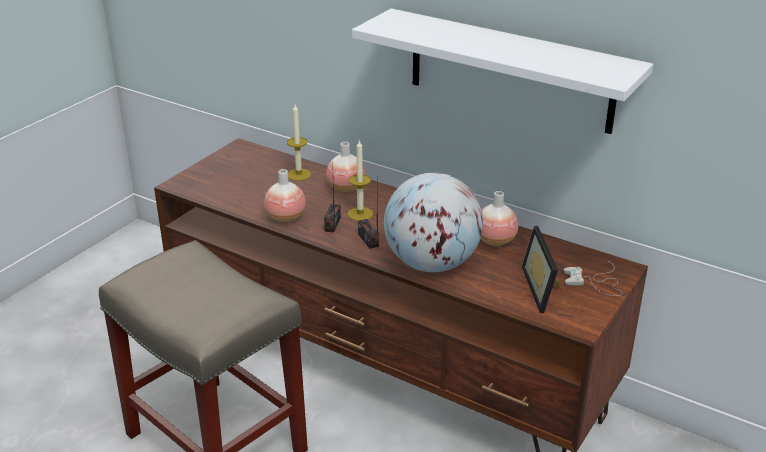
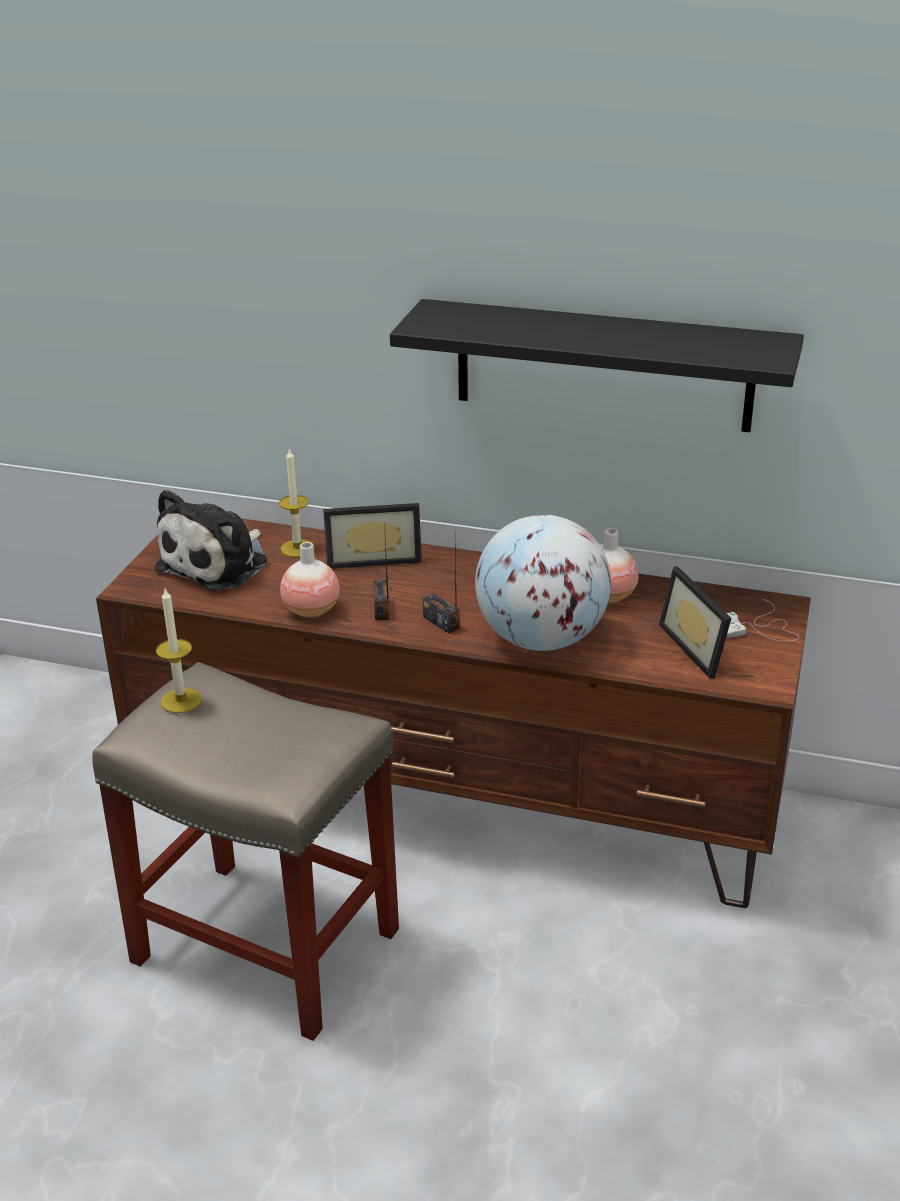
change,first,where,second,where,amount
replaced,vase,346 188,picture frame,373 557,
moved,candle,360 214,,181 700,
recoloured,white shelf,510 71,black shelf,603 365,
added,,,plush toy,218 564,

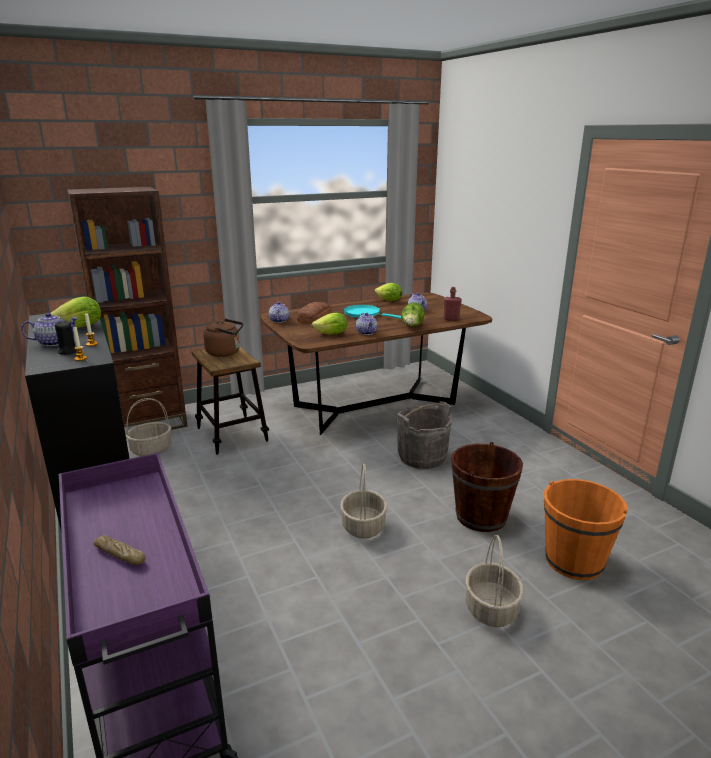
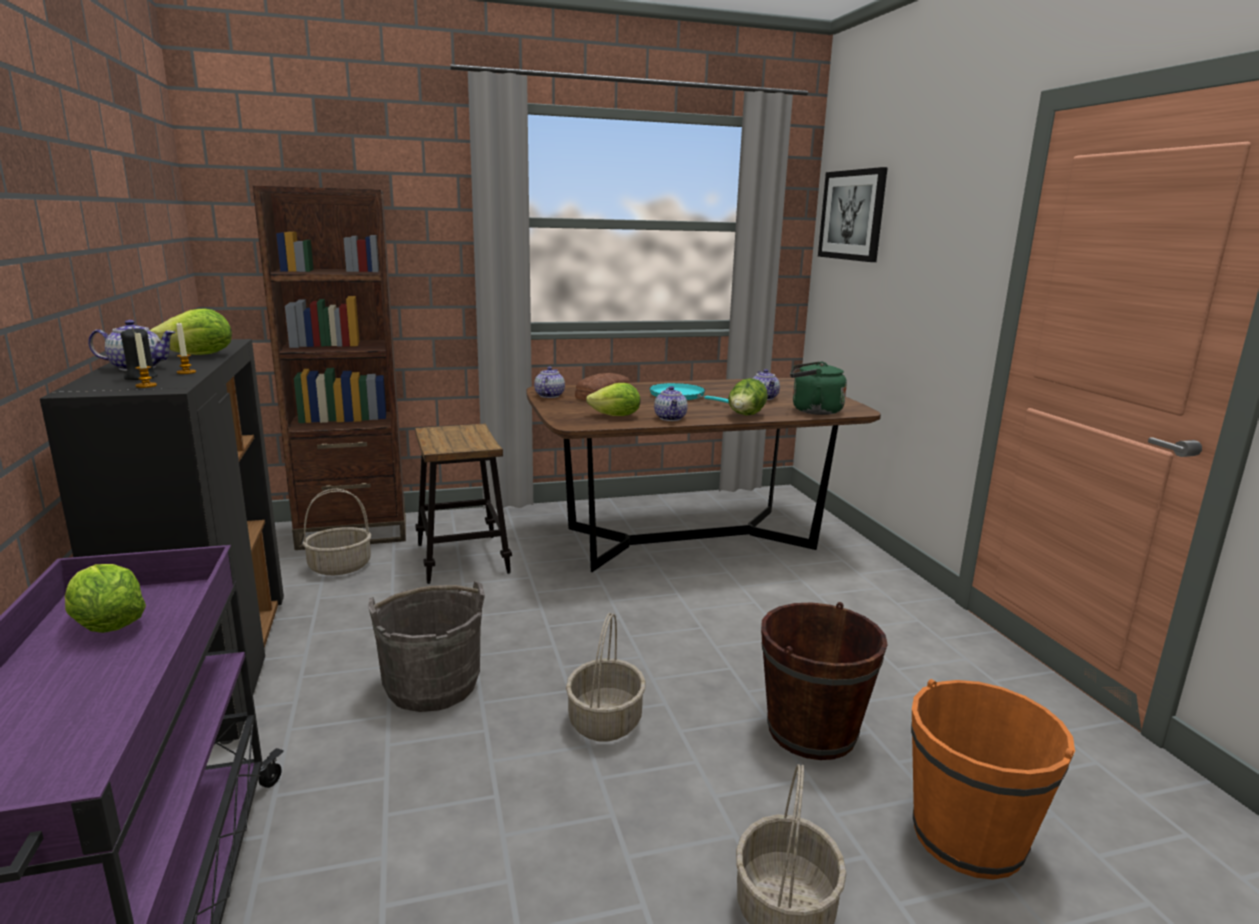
change,first,where,second,where,amount
removed,bread,120 555,,,
removed,brown kettle,225 353,,,
moved,lettuce,389 301,,107 626,
moved,grey bucket,422 457,,432 686,
replaced,red bottle,451 319,green kettle,813 411,
added,,,picture,852 215,

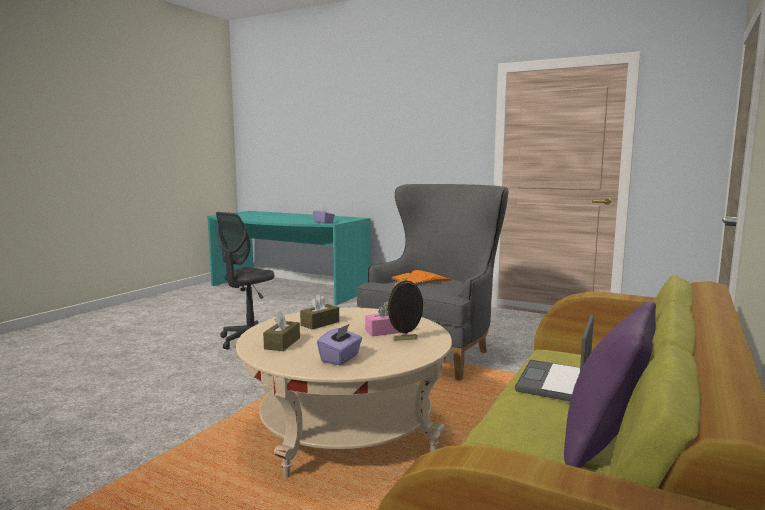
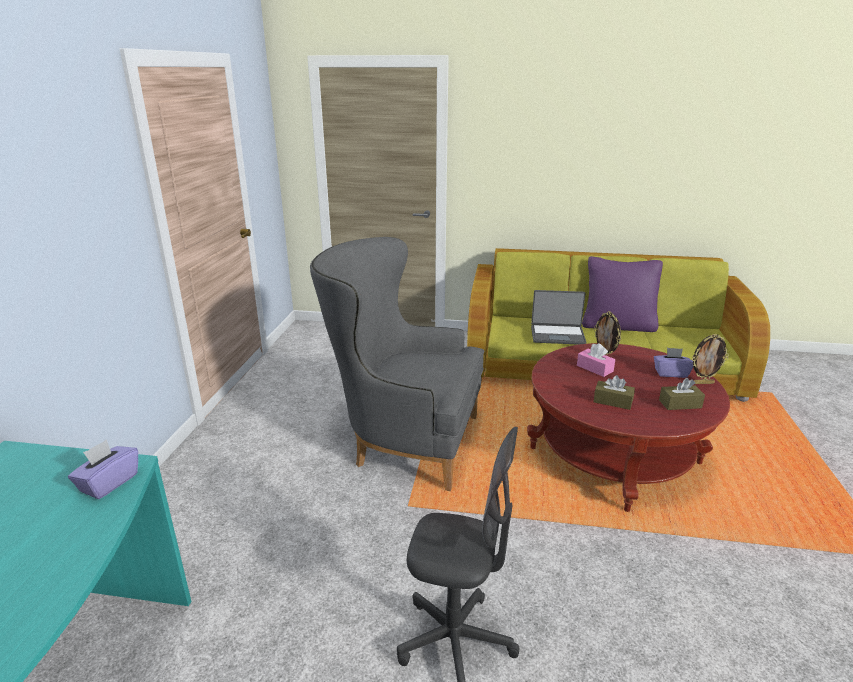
change,first,where,second,where,amount
recoloured,beige coffee table,346 429,red coffee table,614 455,
removed,orange book,420 279,,,
added,,,picture frame,703 383,

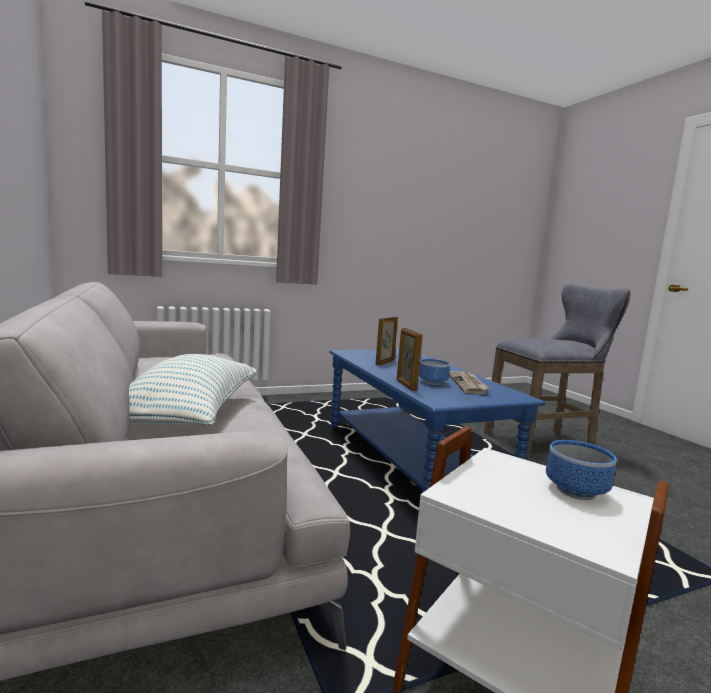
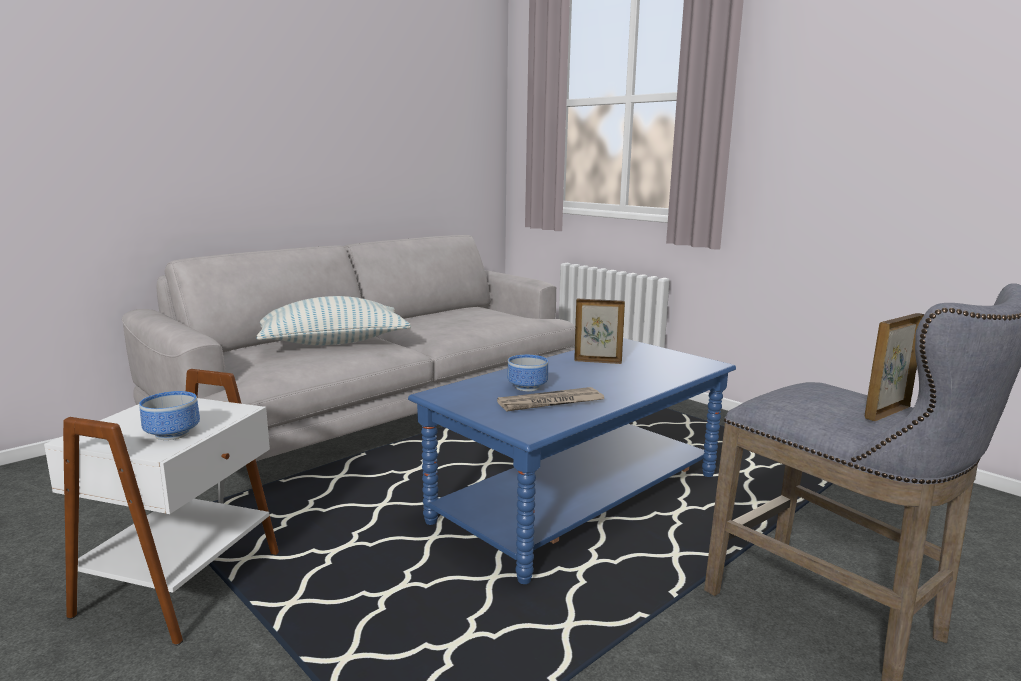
change,first,where,second,where,amount
moved,picture frame,406 385,,886 412,

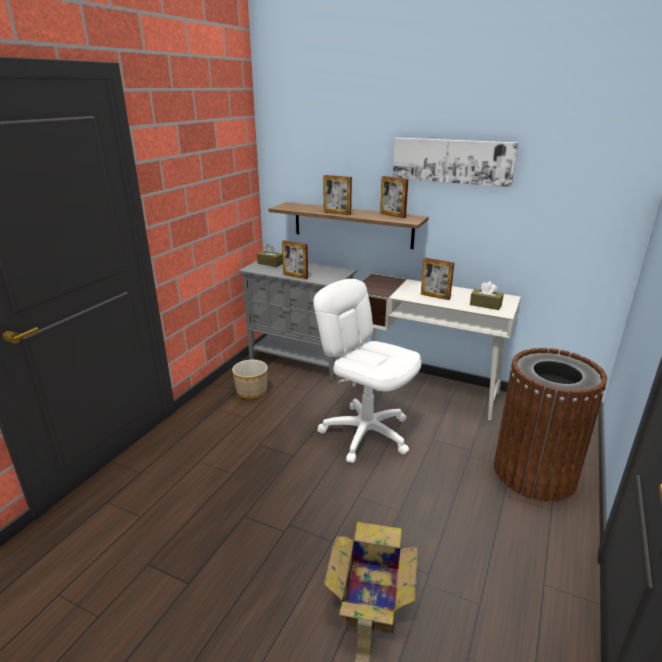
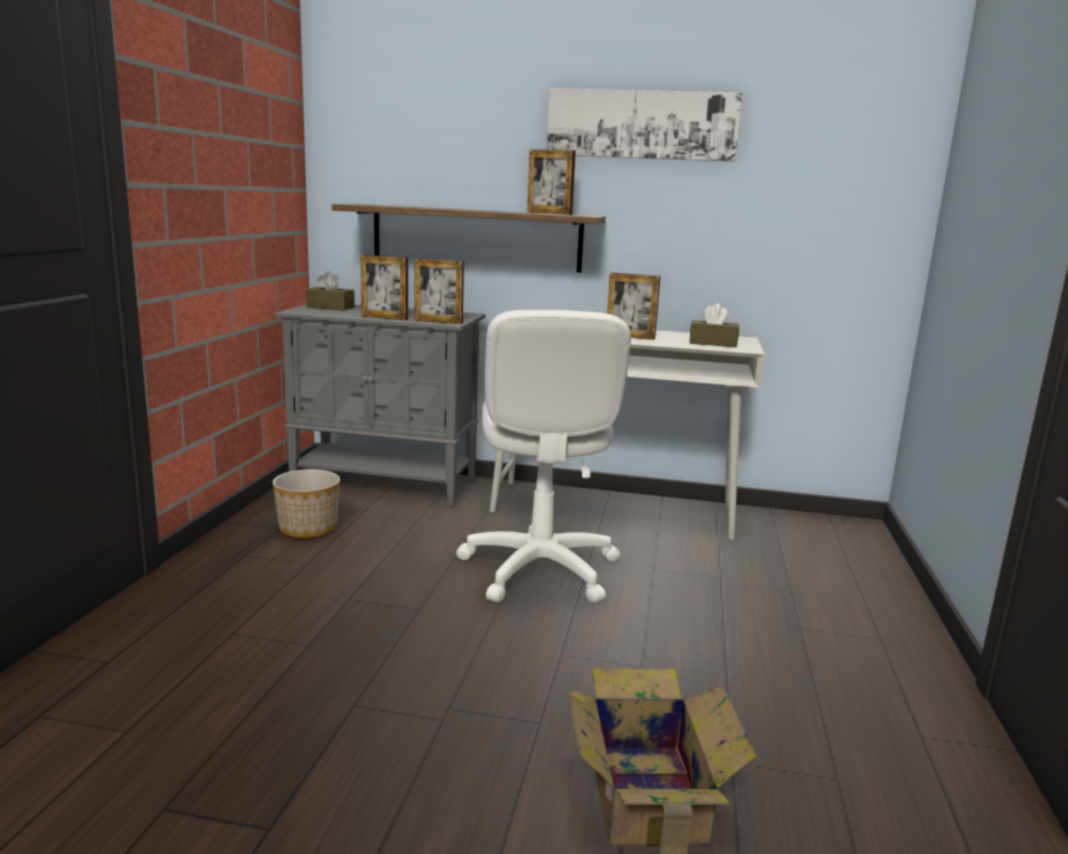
change,first,where,second,where,amount
turned,white office chair,366 433,,539 569,120 degrees counterclockwise
moved,picture frame,337 213,,438 321,
removed,brown trash can,534 472,,,

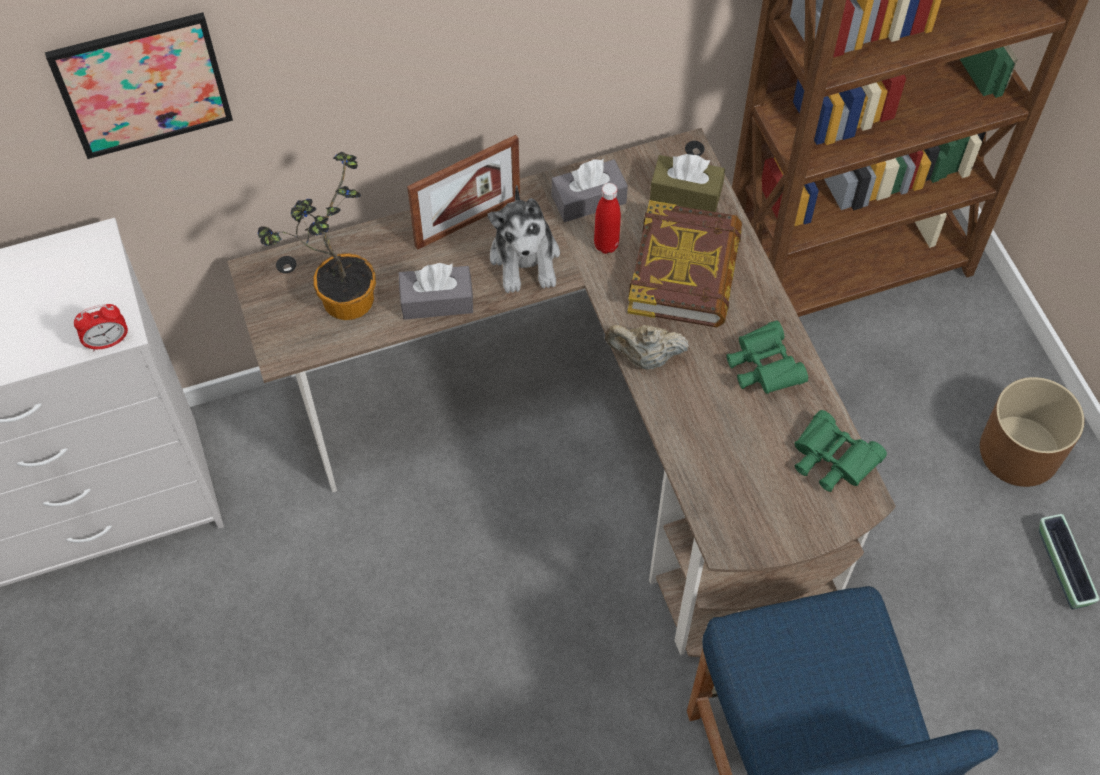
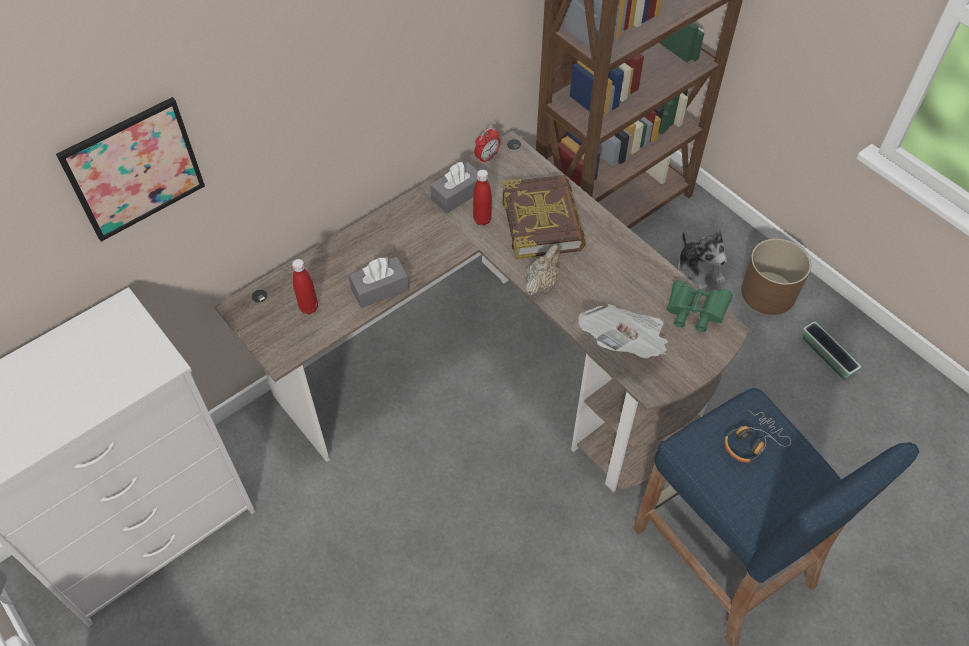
change,first,where,second,where,amount
moved,alarm clock,108 342,,487 158,
replaced,potted plant,339 299,red bottle,309 308,
removed,picture frame,468 222,,,
moved,plush toy,525 258,,699 271,
turned,beige teapot,645 357,,541 284,135 degrees clockwise
removed,brown tissue box,686 193,,,
removed,green binoculars,763 368,,,
added,,,newspaper,624 344,
added,,,headphones,752 442,

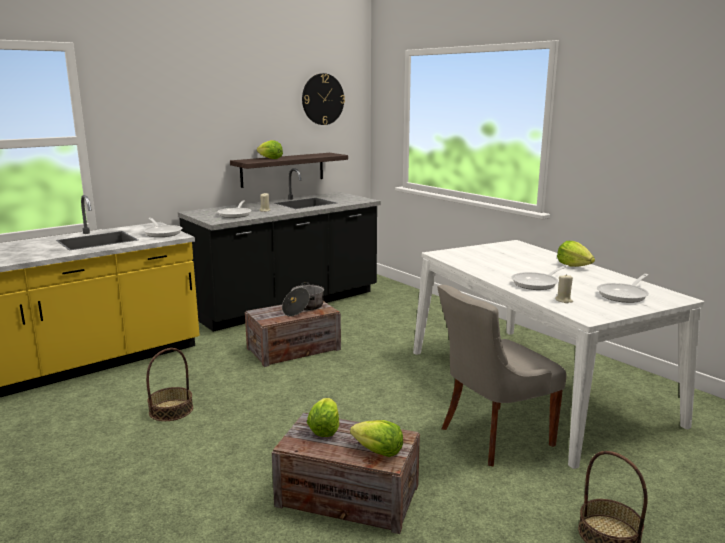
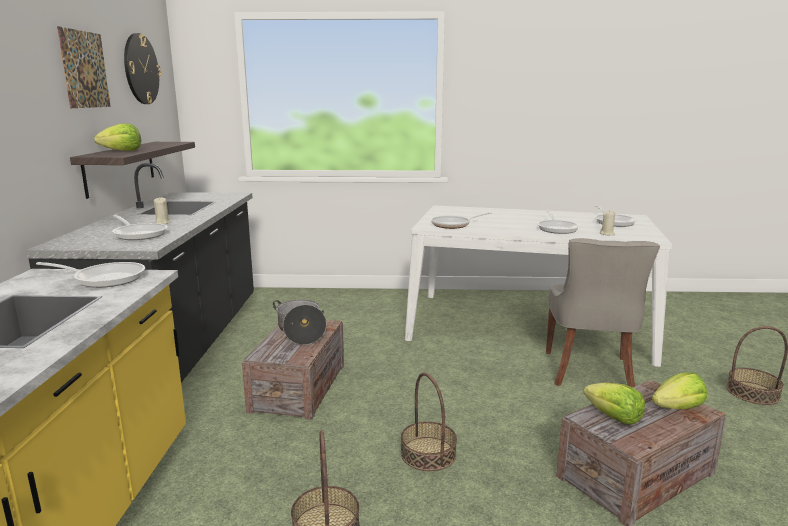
change,first,where,second,where,amount
removed,lettuce,573 265,,,
added,,,picture,85 69,
added,,,basket,428 453,
added,,,frying pan,454 225,

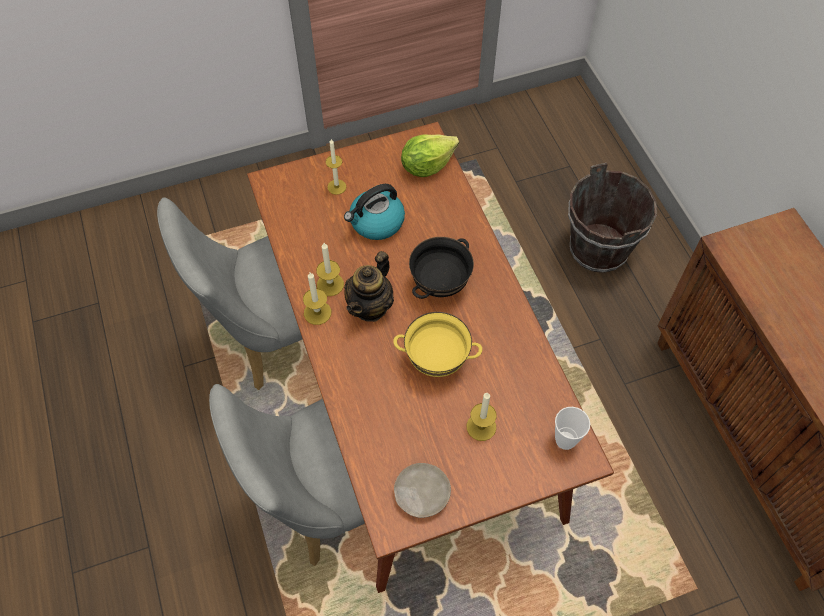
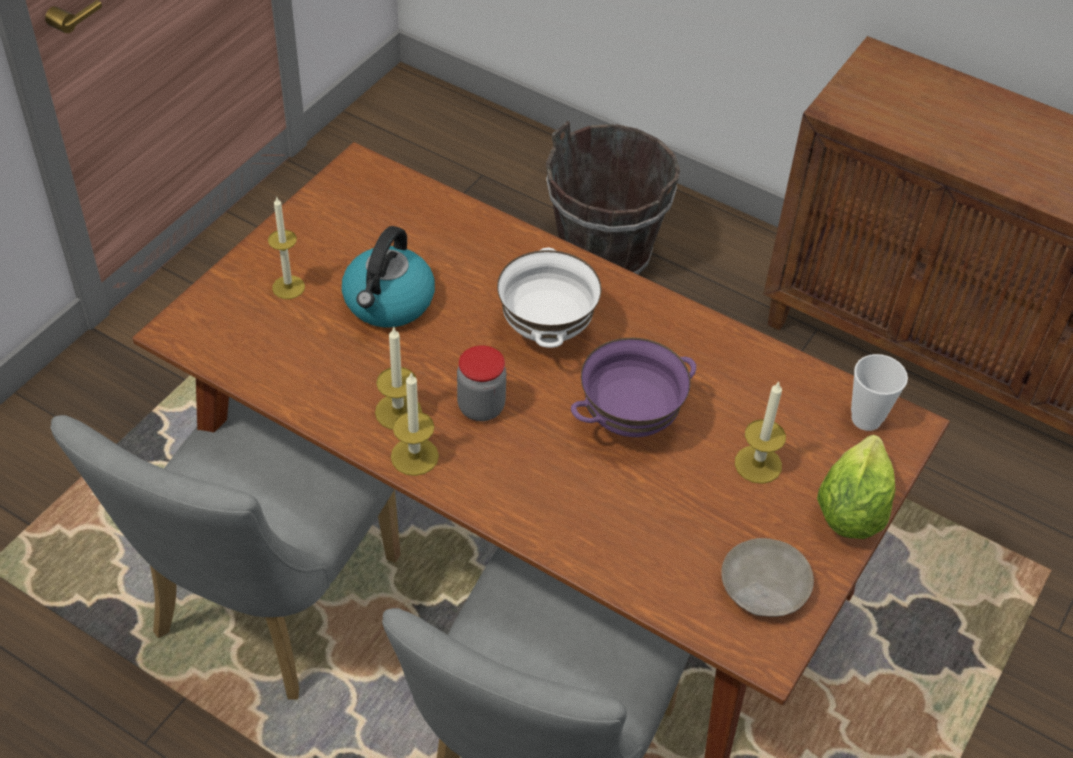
change,first,where,second,where,amount
replaced,teapot,371 306,jar,481 407,
recoloured,yellow bowl,436 361,purple bowl,630 422,
moved,lettuce,426 165,,850 510,
recoloured,black bowl,440 285,white bowl,547 331,

